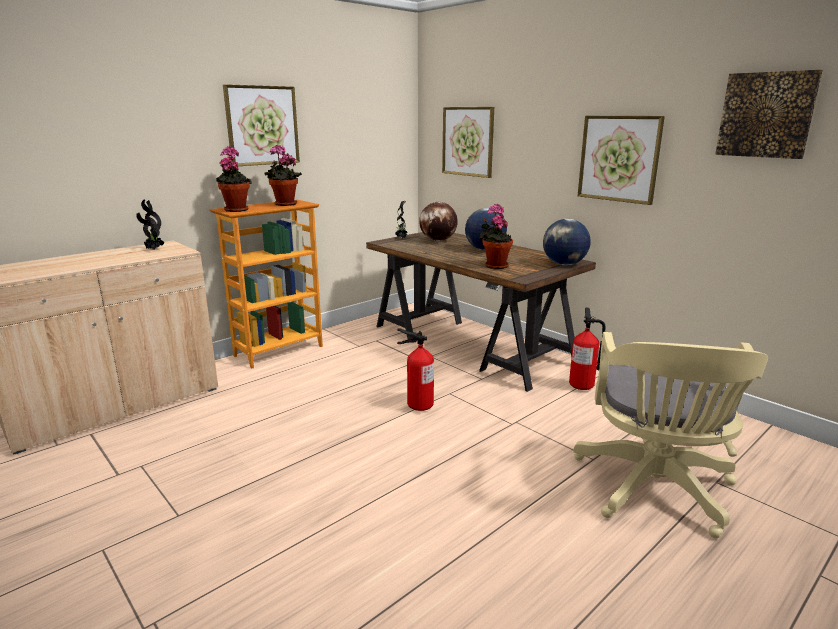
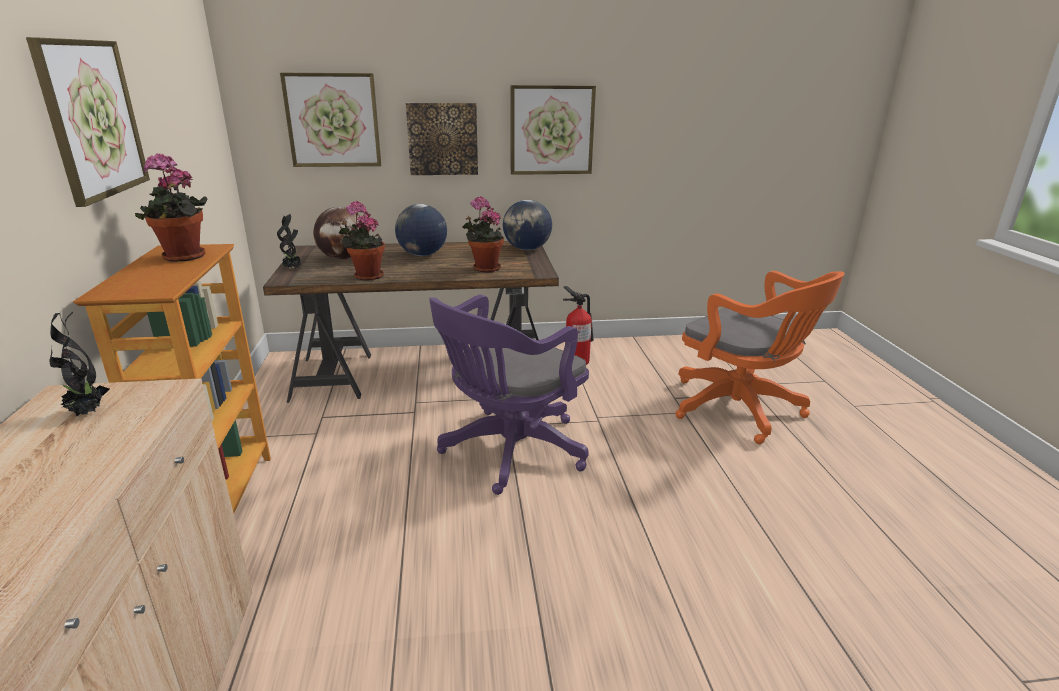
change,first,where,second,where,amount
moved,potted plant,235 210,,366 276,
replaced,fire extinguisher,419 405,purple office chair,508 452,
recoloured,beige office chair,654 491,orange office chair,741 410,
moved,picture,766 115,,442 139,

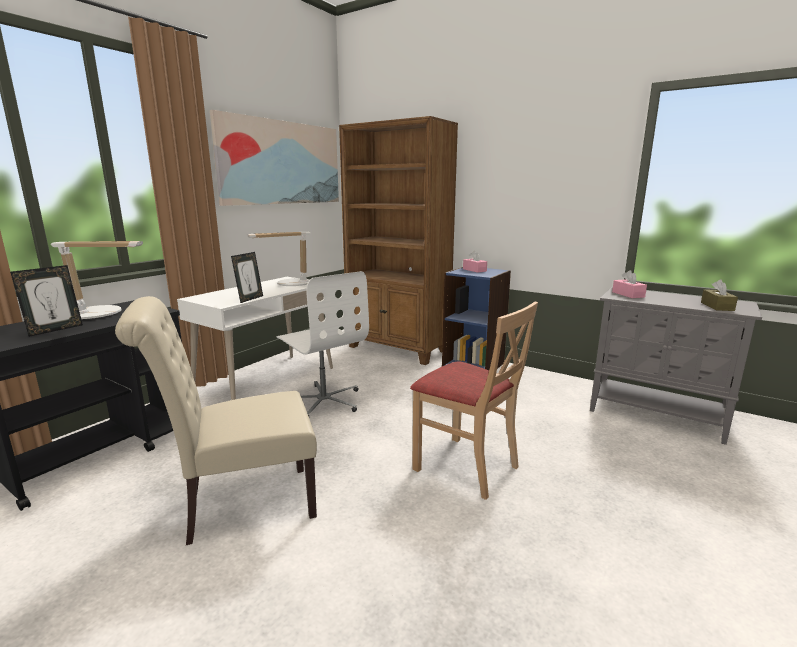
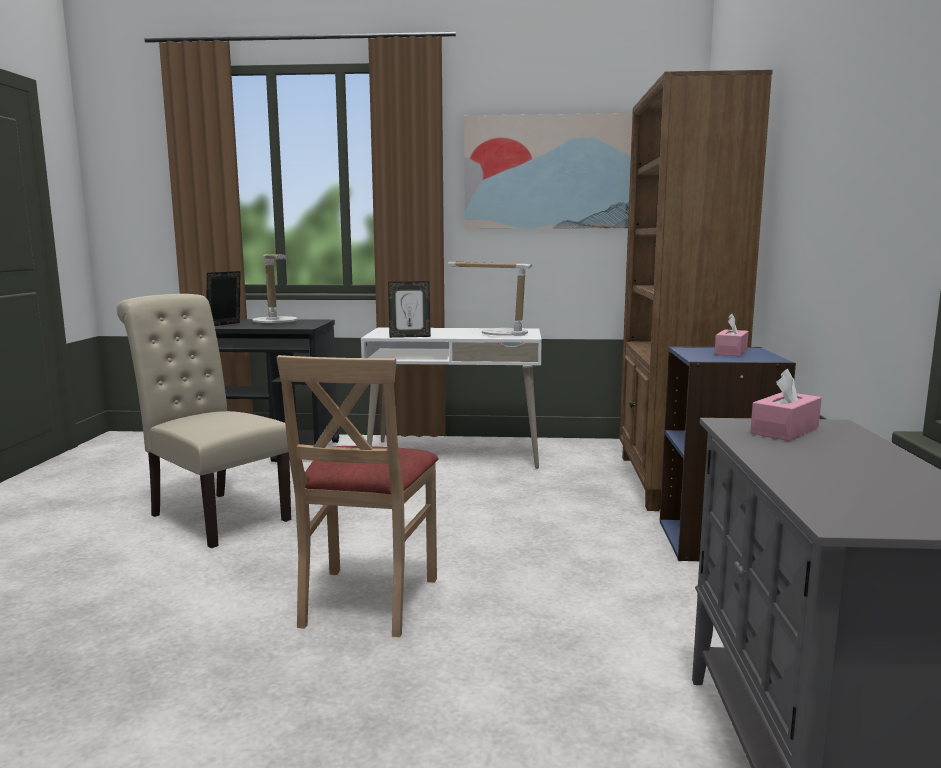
change,first,where,second,where,amount
turned,picture frame,55 330,,225 325,120 degrees clockwise
removed,white office chair,324 401,,,
removed,brown tissue box,717 306,,,

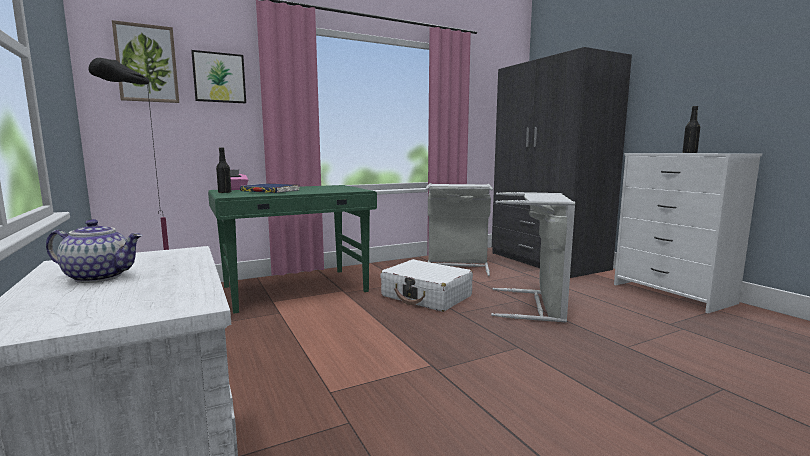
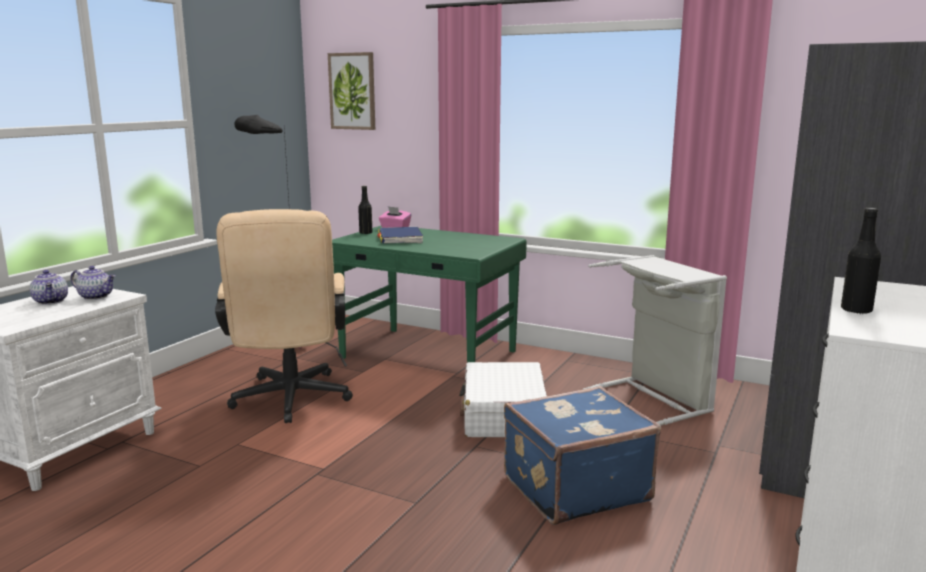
change,first,where,second,where,amount
removed,picture,219 78,,,
replaced,grey laundry basket,537 306,blue suitcase,574 487,
added,,,teapot,96 296,
added,,,beige office chair,290 401,

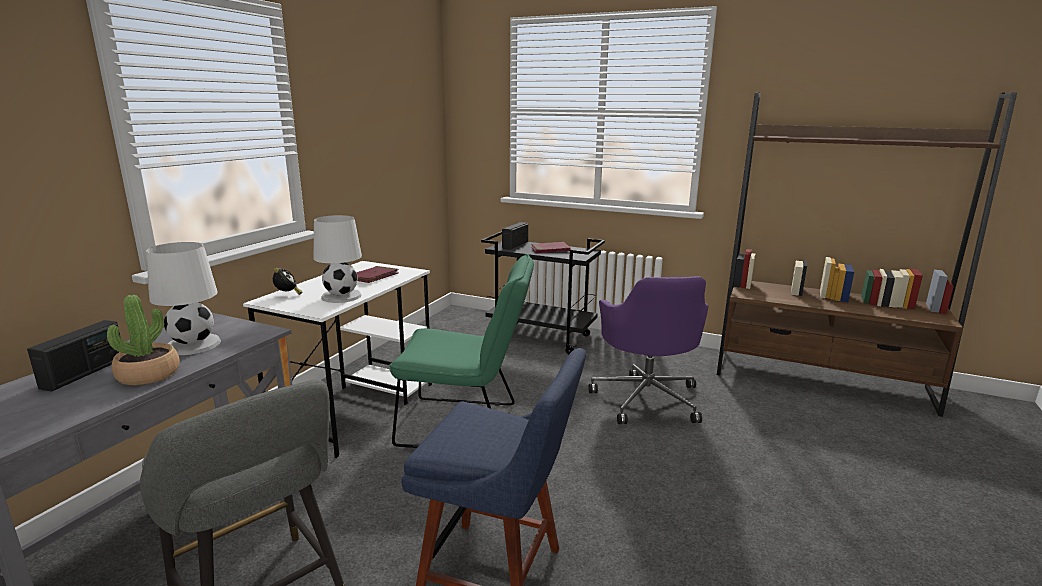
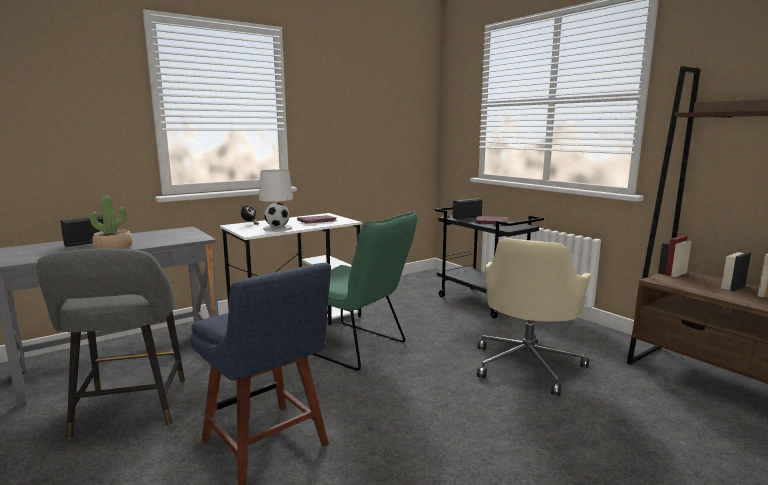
change,first,where,second,where,amount
removed,white table lamp,192 345,,,
recoloured,purple office chair,647 398,beige office chair,528 365,

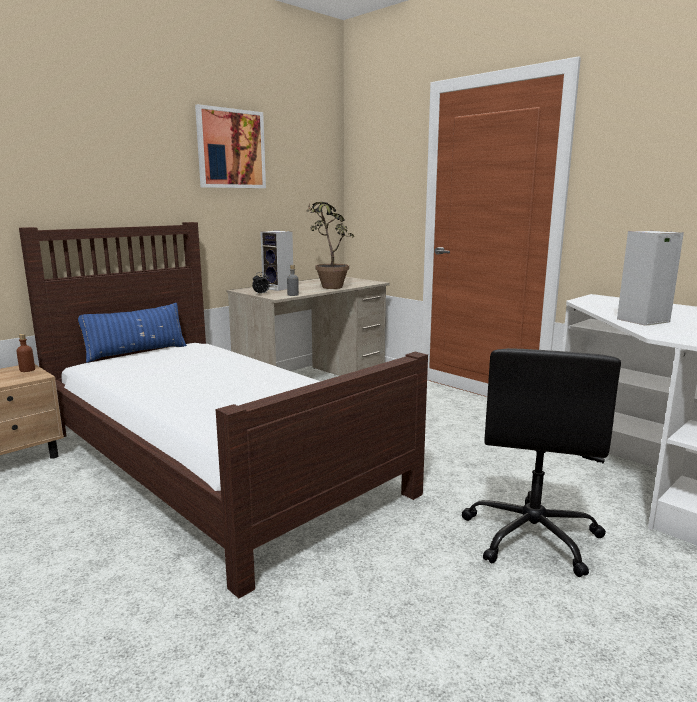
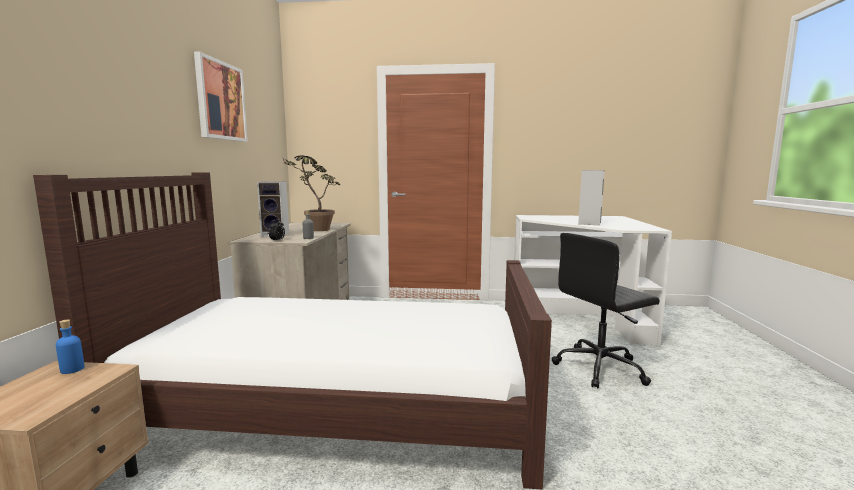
change,first,where,second,where,amount
recoloured,brown bottle,27 370,blue bottle,72 369,
removed,blue pillow,136 352,,,
turned,black office chair,532 536,,601 368,90 degrees clockwise

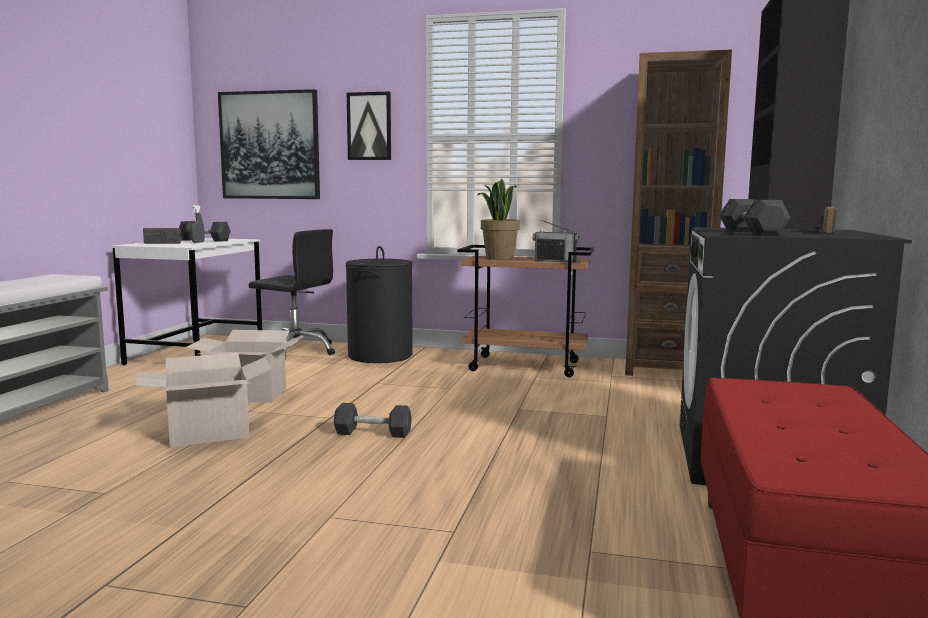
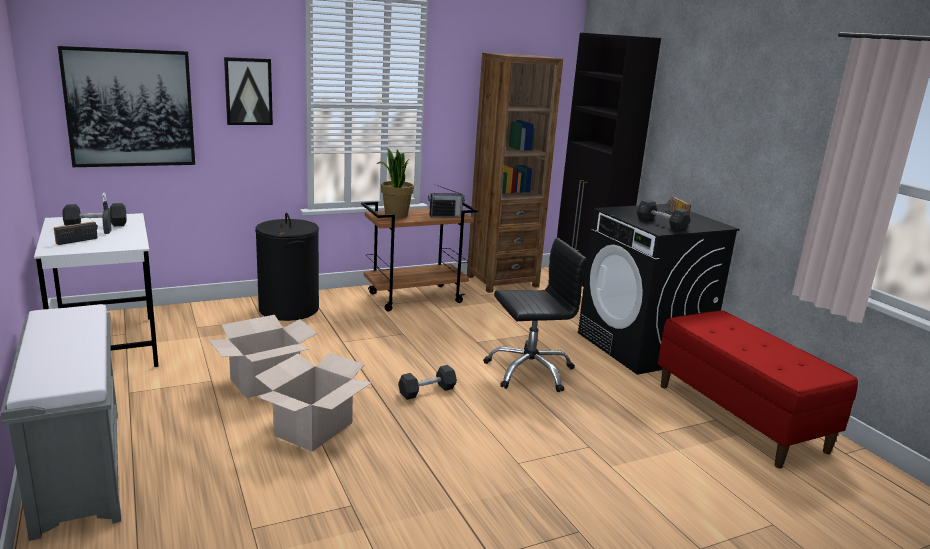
change,first,where,second,where,amount
moved,black office chair,296 351,,529 371,

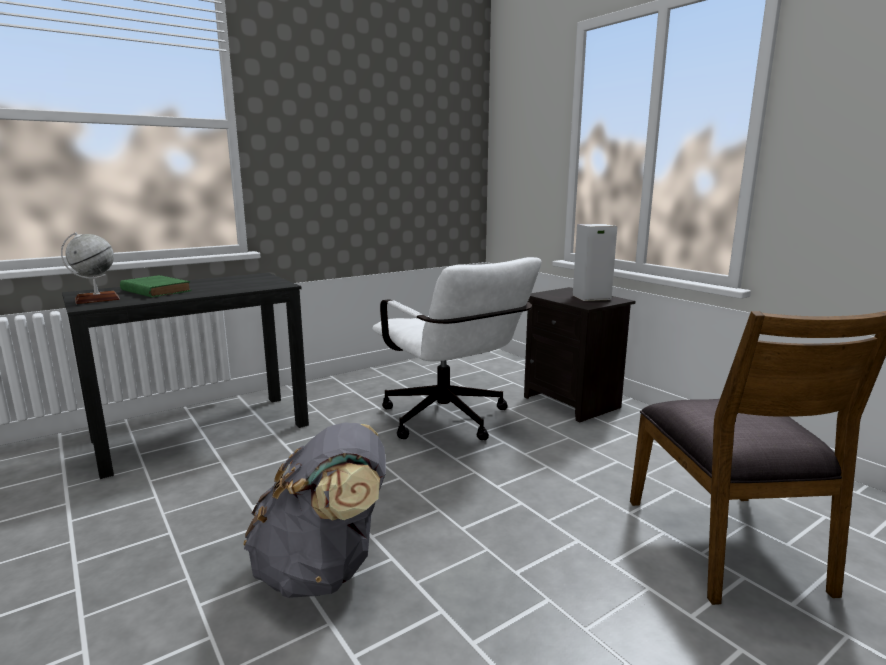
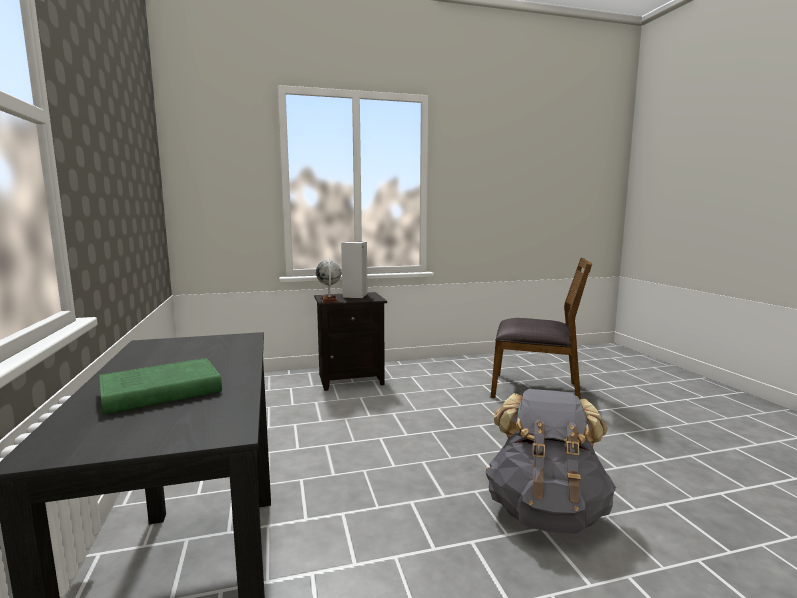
change,first,where,second,where,amount
moved,globe,97 299,,329 300,
removed,white office chair,450 422,,,

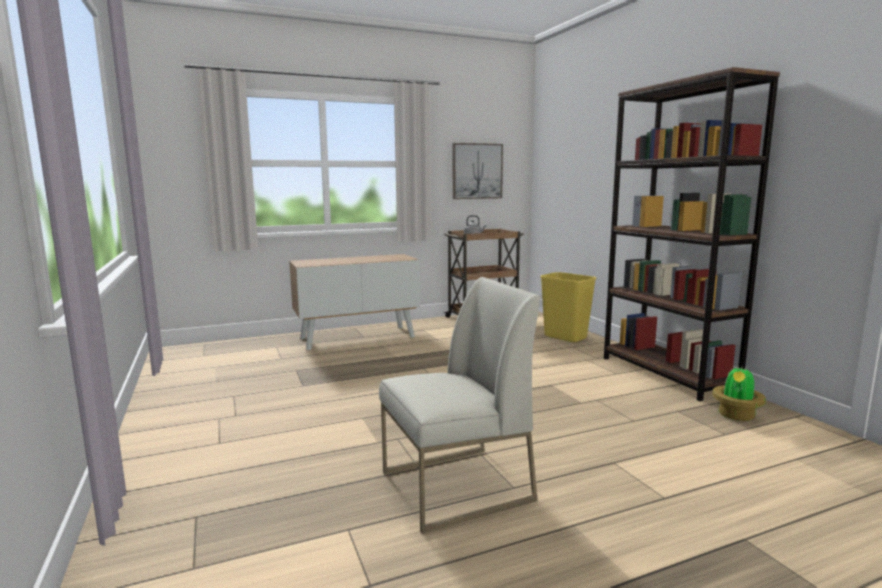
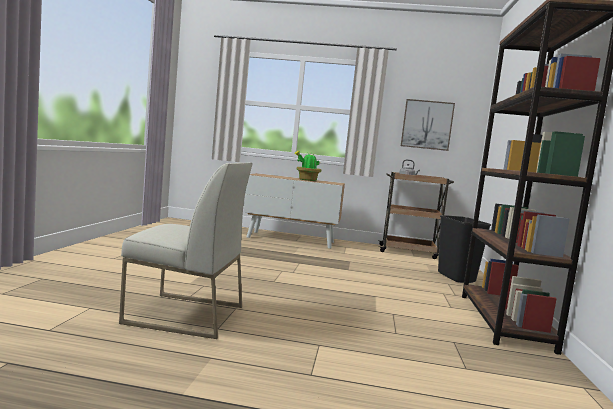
change,first,where,second,where,amount
recoloured,yellow trash can,566 337,black trash can,456 278,
moved,potted plant,736 416,,306 180,

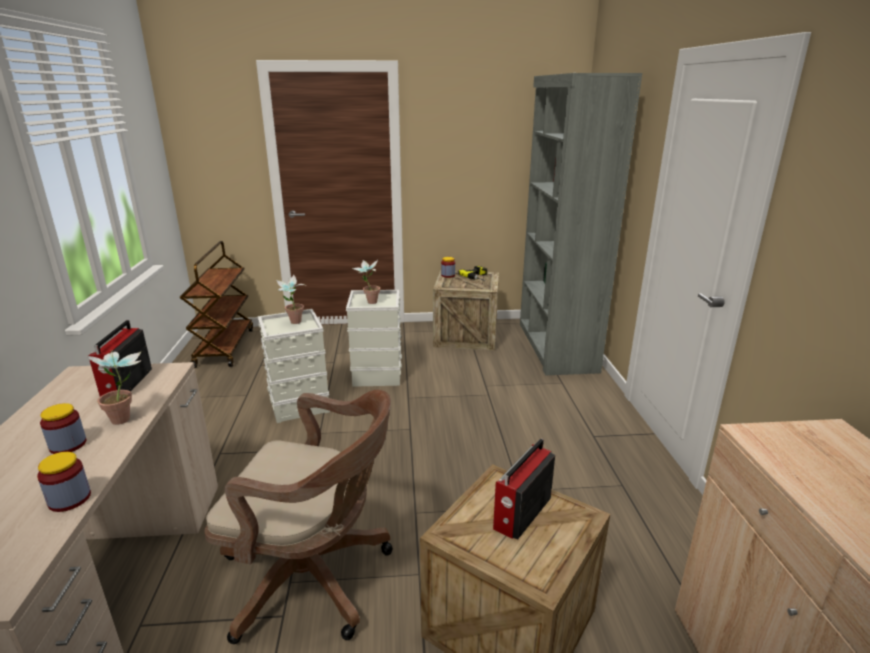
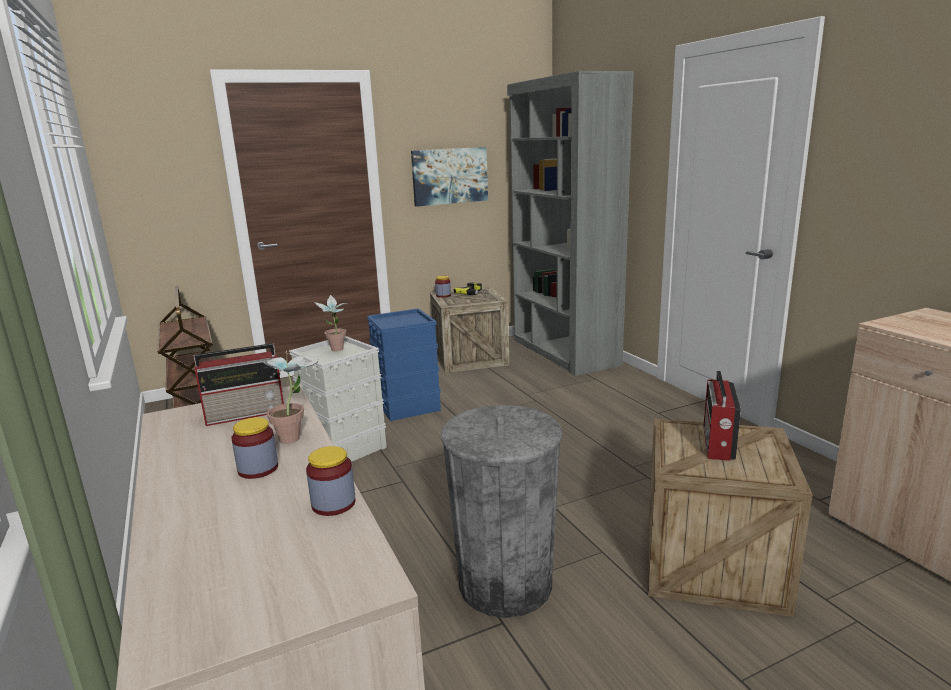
change,first,where,second,where,amount
turned,radio,126 384,,247 413,90 degrees counterclockwise
replaced,brown office chair,315 578,grey trash can,505 583,
recoloured,grey storage box,376 375,blue storage box,407 406,
removed,potted plant,368 303,,,
added,,,picture,449 176,

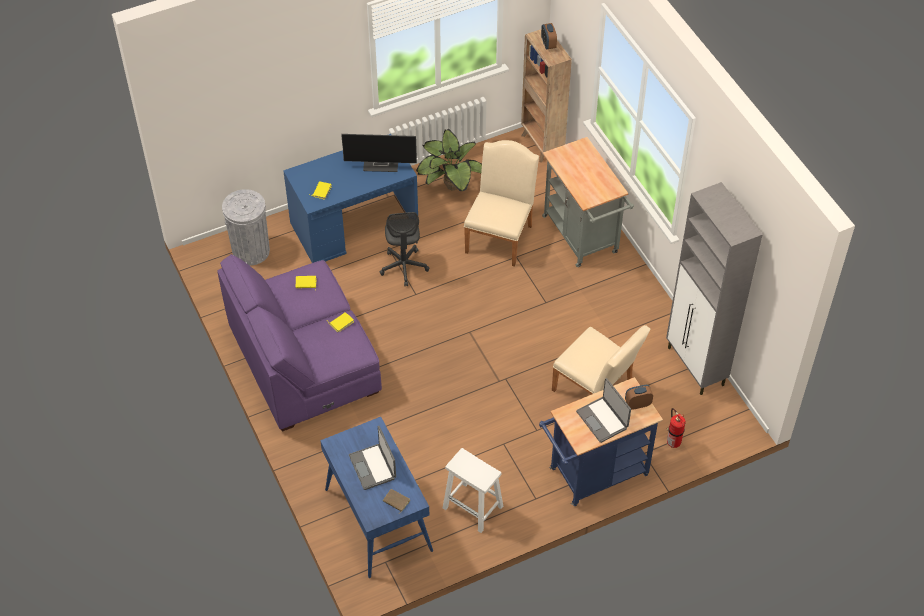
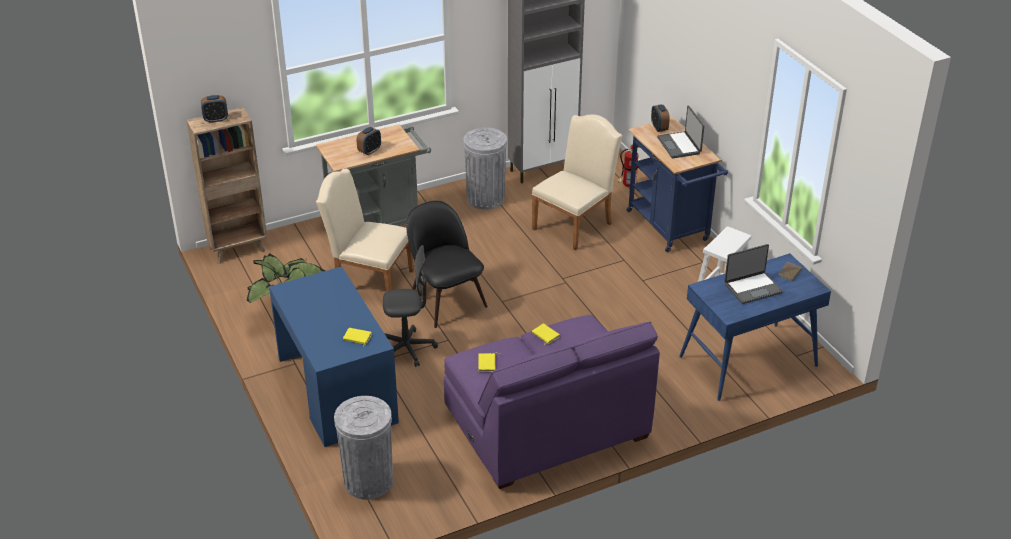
change,first,where,second,where,amount
removed,monitor,381 164,,,
turned,laptop,603 420,,680 145,105 degrees clockwise
added,,,alarm clock,369 151,
added,,,black chair,446 301,
added,,,grey trash can,485 198,

